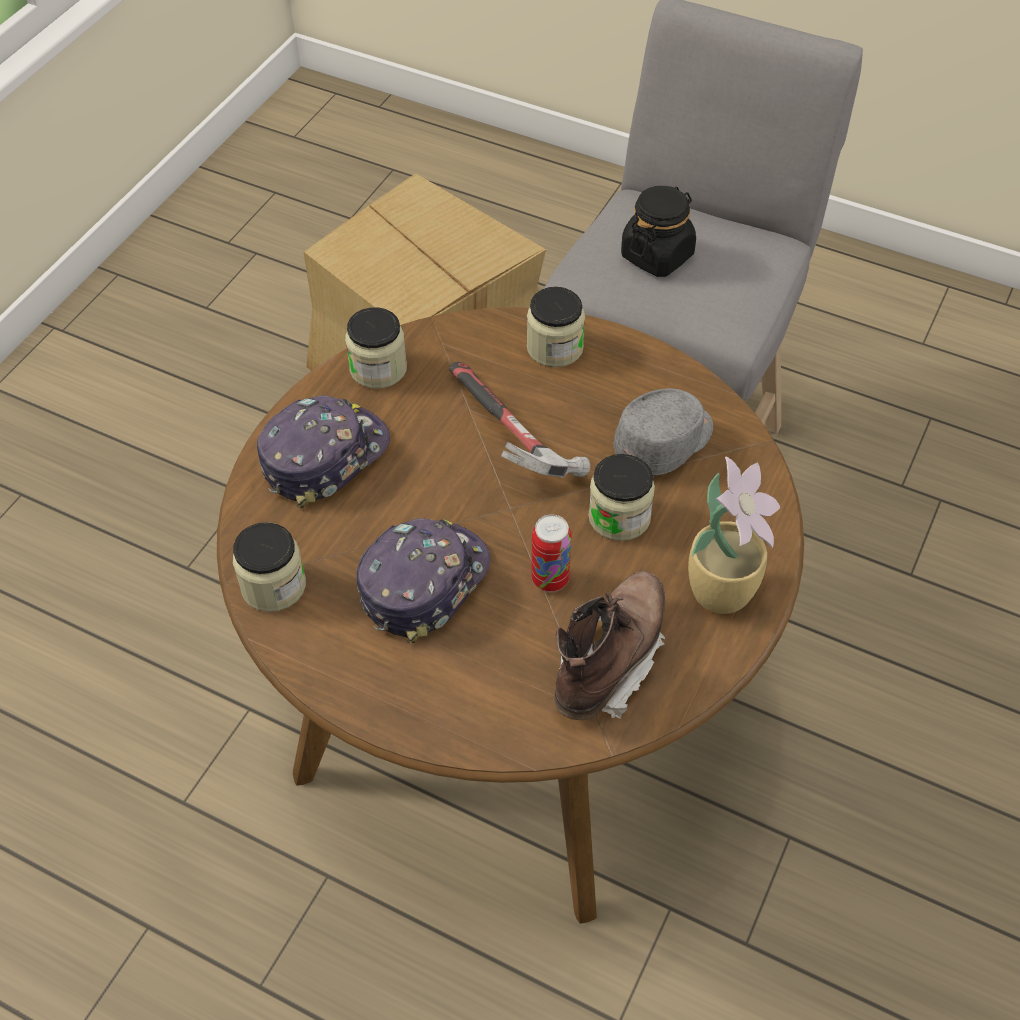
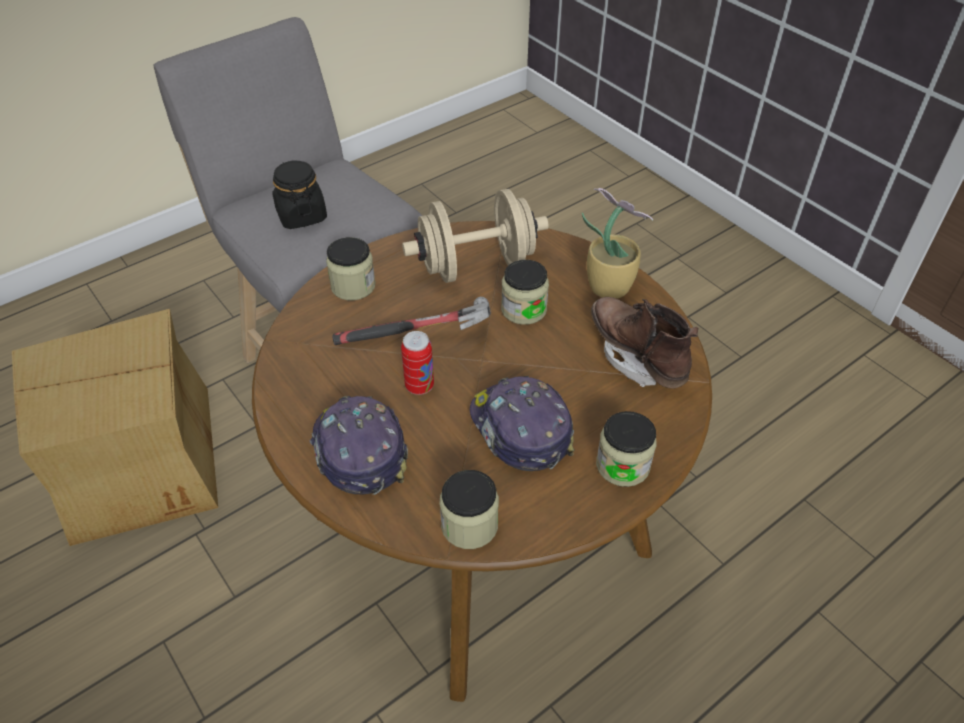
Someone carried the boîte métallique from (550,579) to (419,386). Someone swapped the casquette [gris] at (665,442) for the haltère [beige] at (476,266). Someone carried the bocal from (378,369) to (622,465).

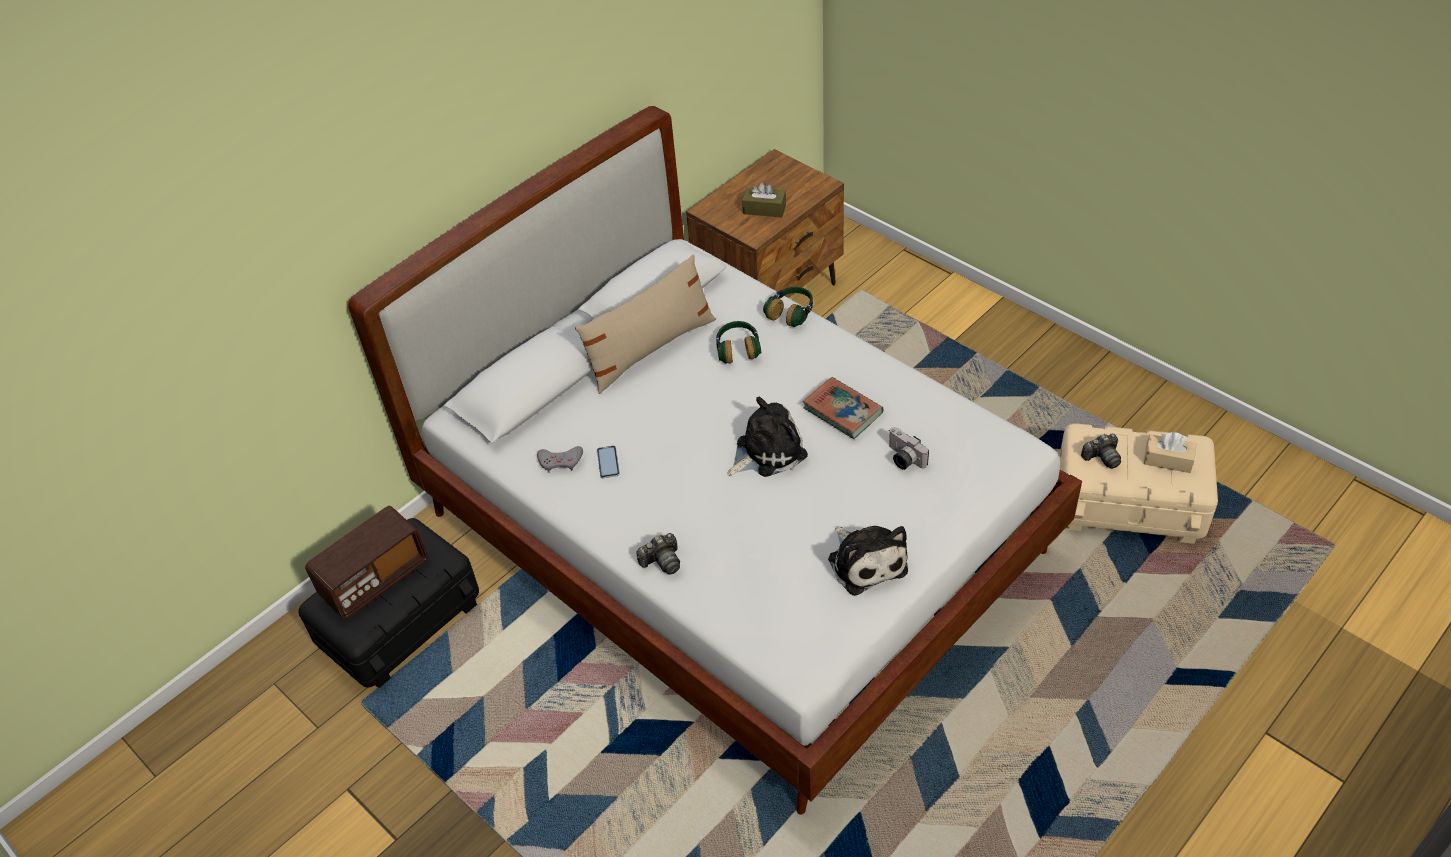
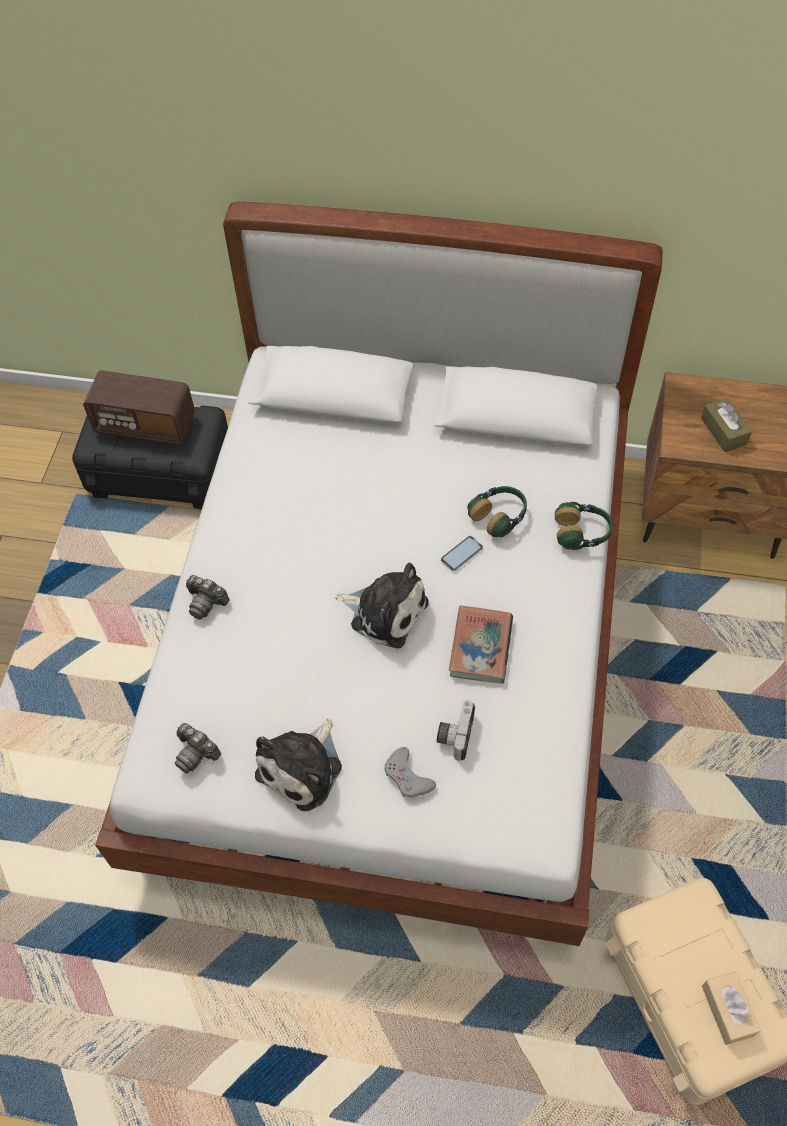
Someone carried the appareil photo from (1102,457) to (196,753). Someone carried the manette [gris] from (560,461) to (408,777). Someone carried the téléphone from (608,462) to (461,554). Someone took away the coussin [beige] at (650,349).

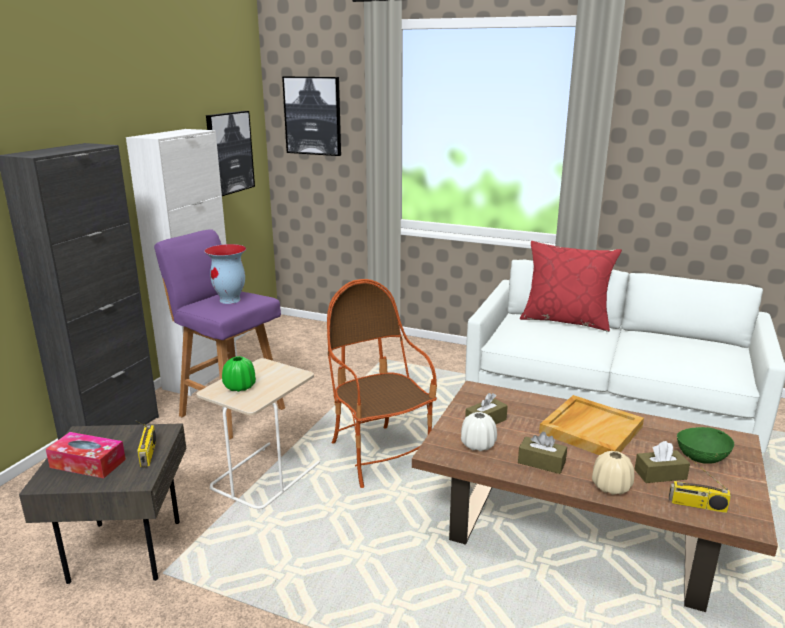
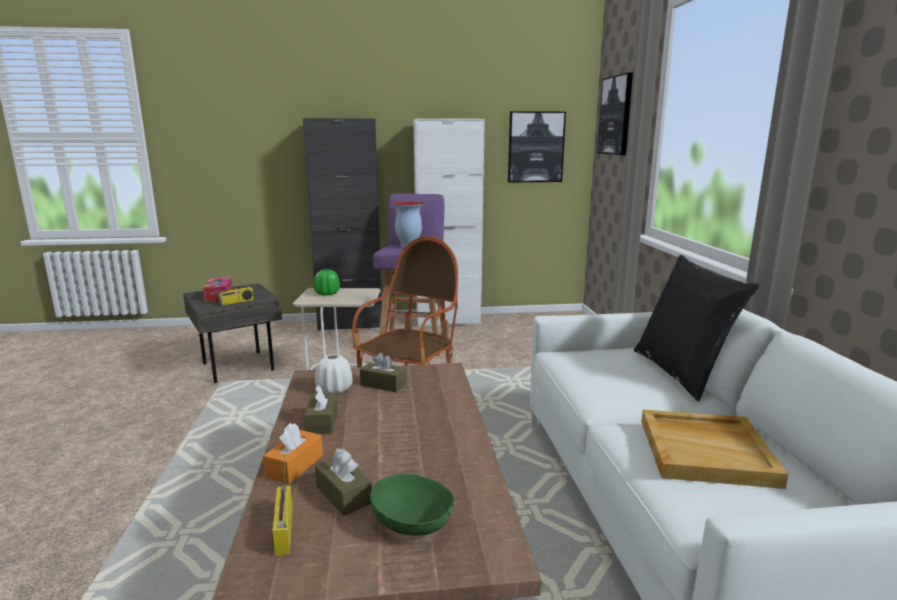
Someone swapped the vase [beige] at (611,487) for the boîte à mouchoirs [orange] at (295,466). Someone repainted the coussin [rouge] at (565,320), which became the coussin [noir] at (681,372). Someone carried the plateau [beige] from (590,429) to (706,451).

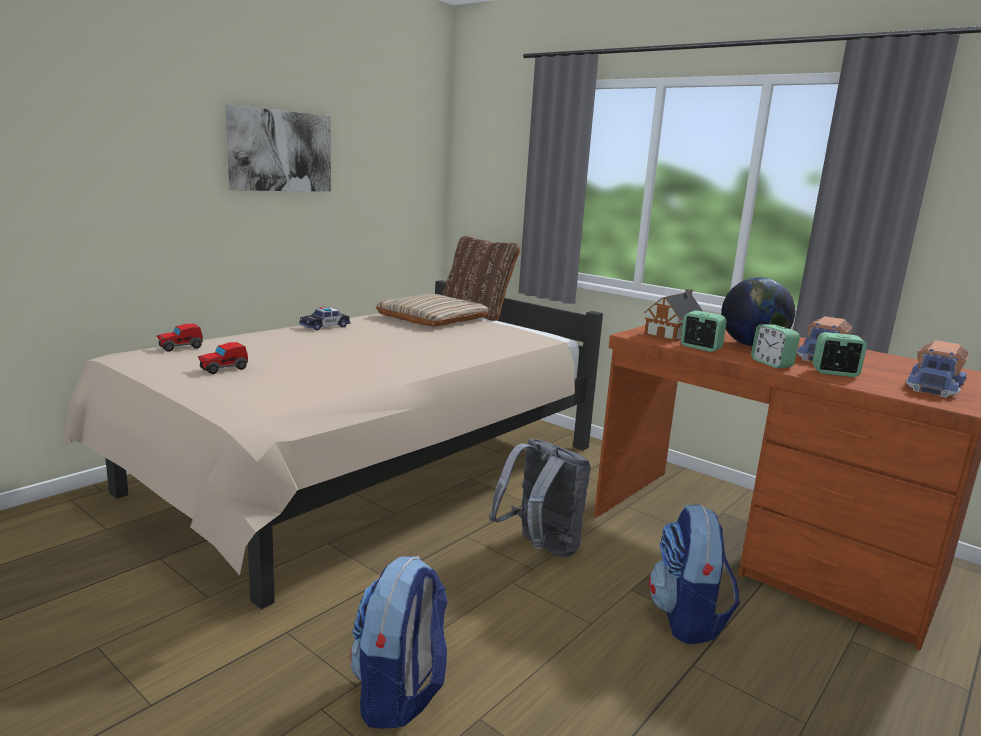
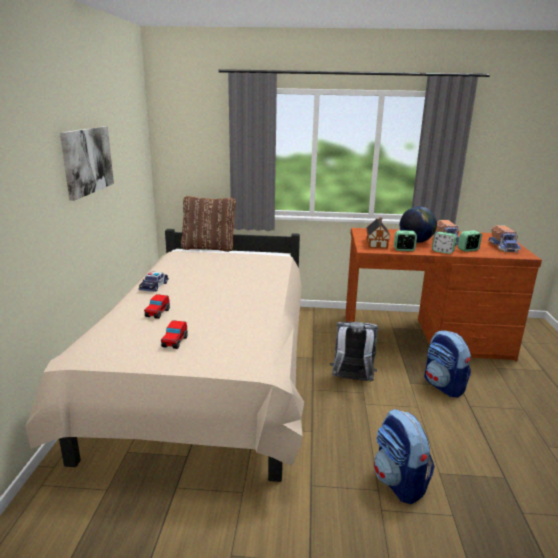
Someone carried the petite voiture from (180,347) to (157,313). Someone took away the coussin [beige] at (432,318).

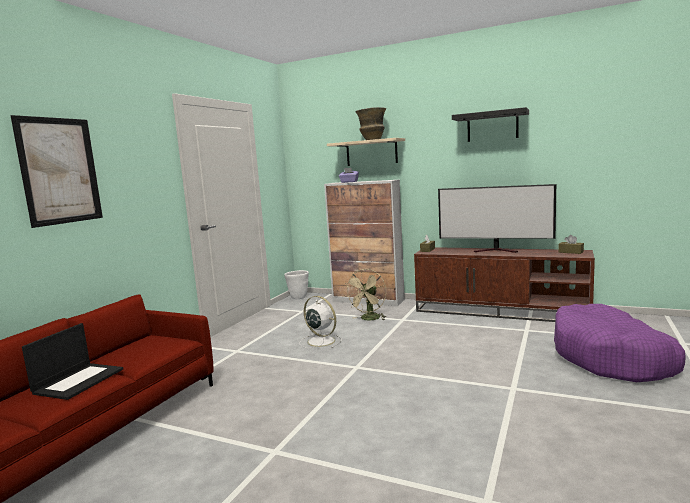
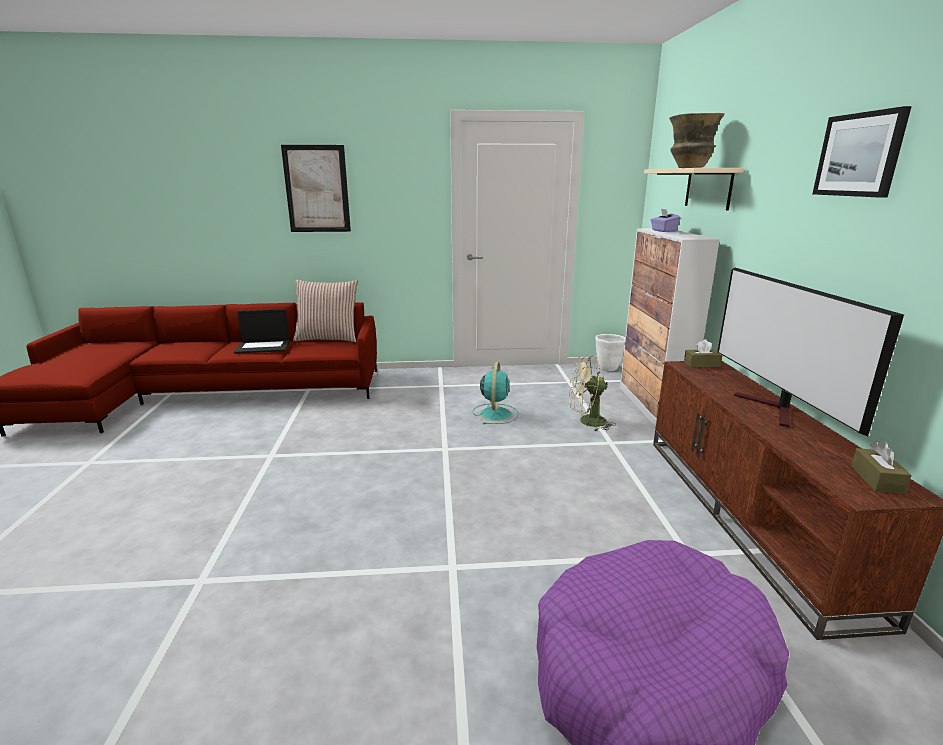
Someone put down the coussin at (328,338). Someone repainted the ventilateur [blanc] at (320,341), which became the ventilateur [turquoise] at (495,413). Someone swapped the étagère [noir] at (492,126) for the tableau at (859,155).

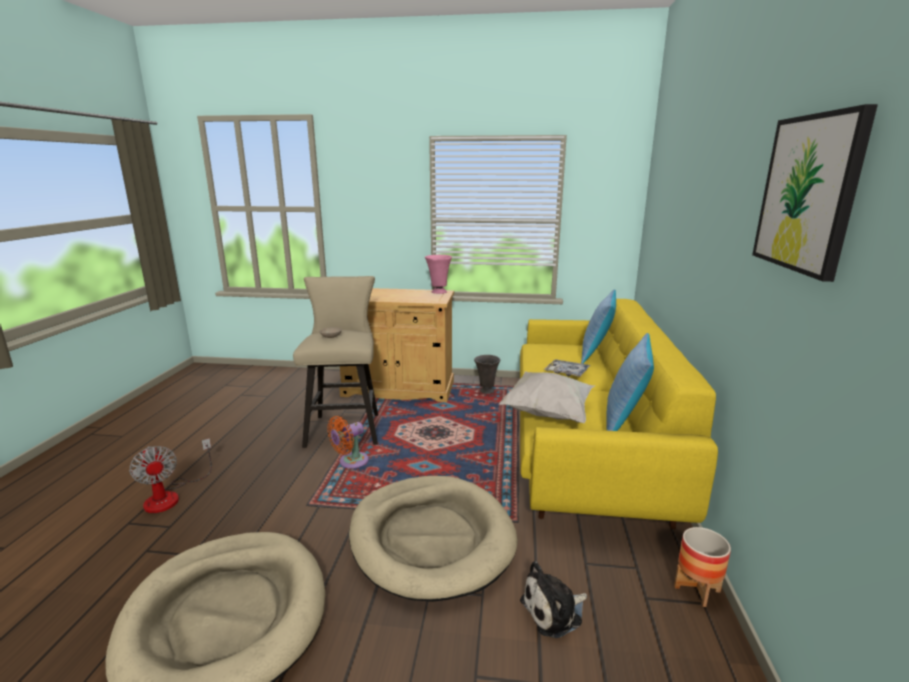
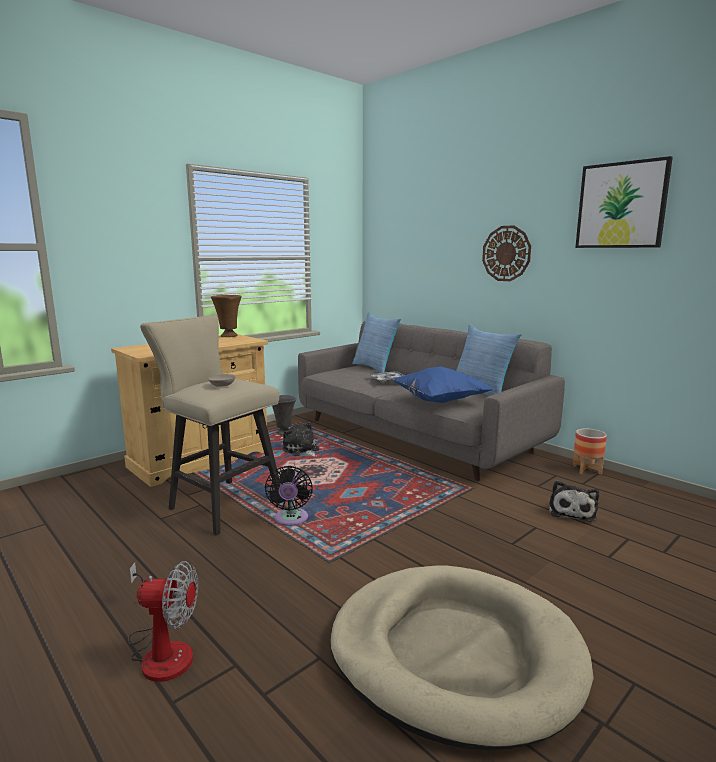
Someone repainted the vase [rose] at (438,292), which became the vase [marron] at (228,336). Someone repainted the ventilateur [orange] at (350,462), which became the ventilateur [noir] at (290,520). Someone put down the peluche at (301,450). Someone repainted the canapé [jaune] at (585,442), which became the canapé [gris] at (414,435). Someone repainted the coussin [blanc] at (547,413), which became the coussin [bleu] at (438,402). Someone put up the horloge murale at (506,253). Someone took away the panier pour chien [beige] at (431,538).

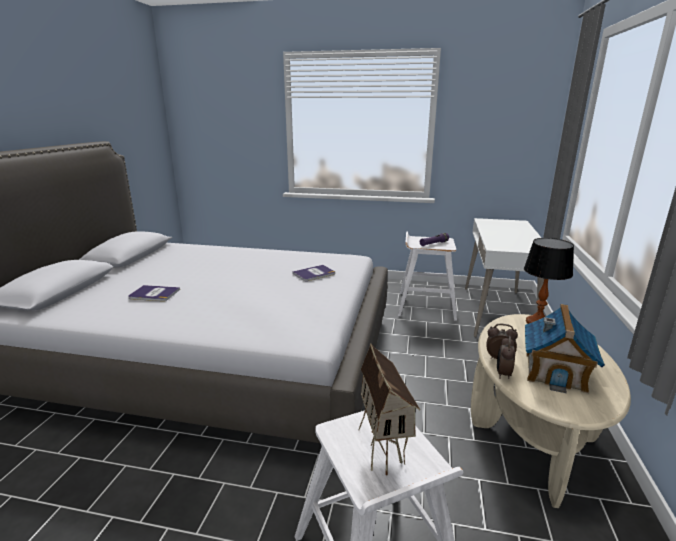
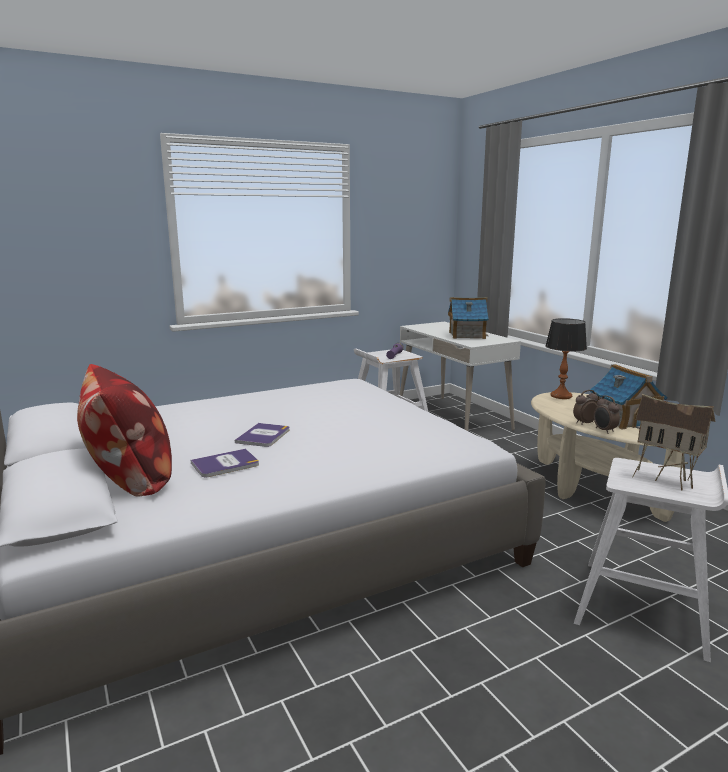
Someone put down the coussin at (130,478). Someone carried the livre from (314,273) to (263,436). Someone put down the maison miniature at (466,335).

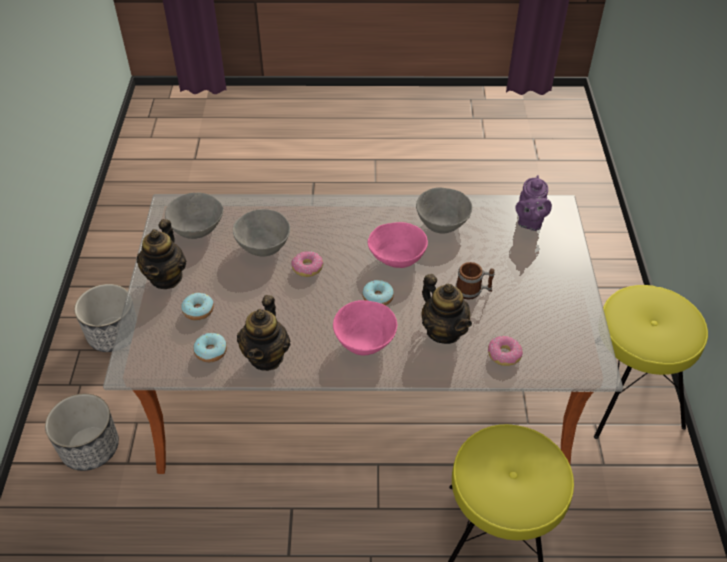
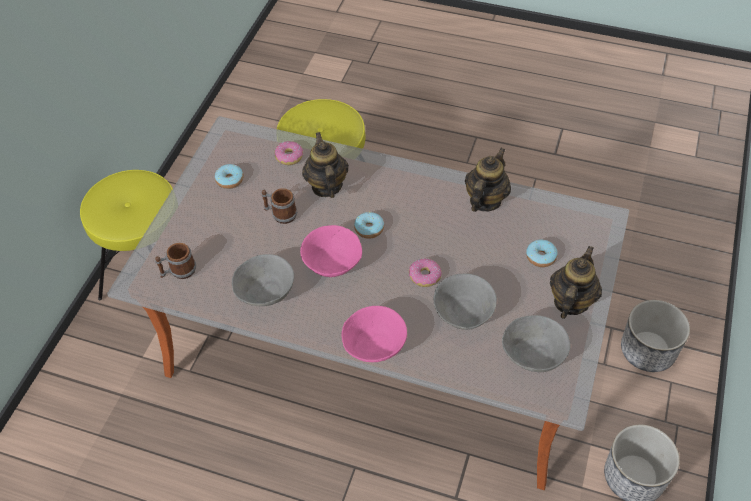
Someone swapped the théière [violet] at (529,222) for the mug at (178,271). Someone carried the beignet from (211,351) to (229,180). Someone carried the bol [rose] from (365,342) to (375,346).

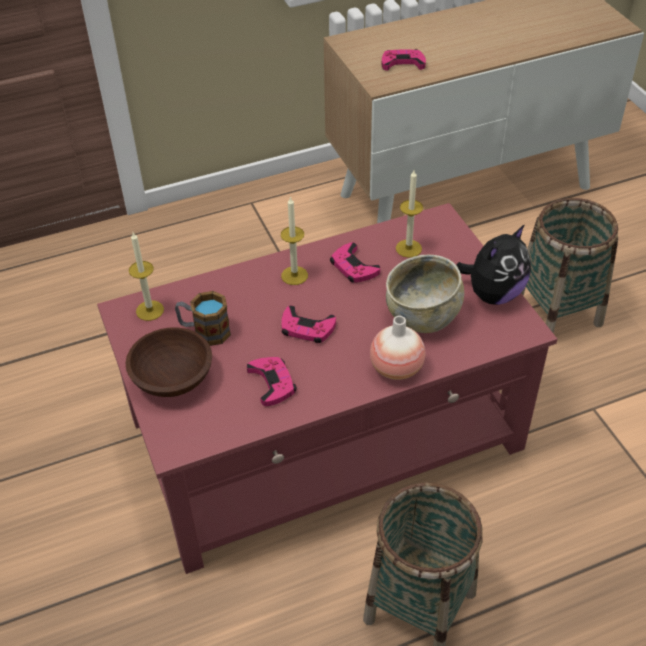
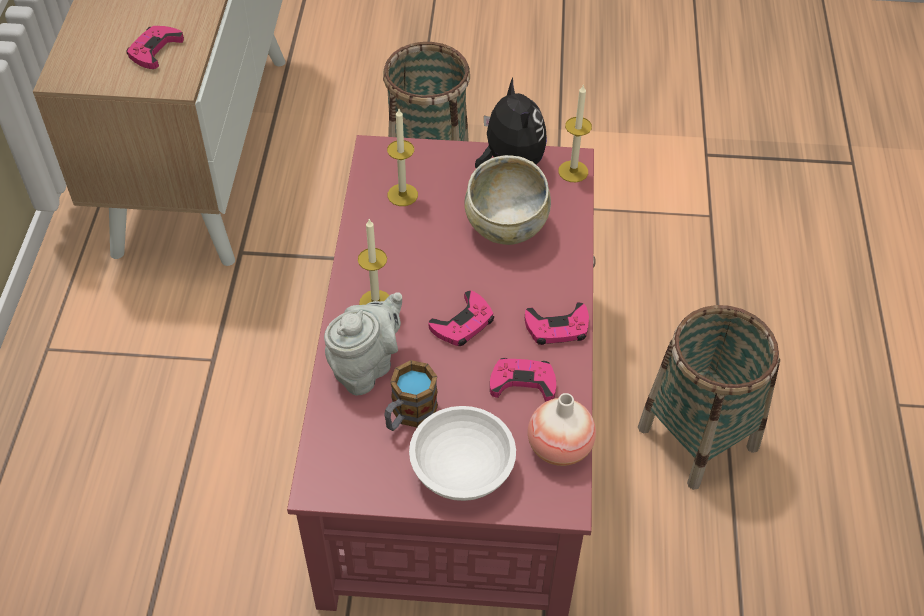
Someone put down the théière [gris] at (366,367). Someone repainted the bol [marron] at (173,377), which became the bol [blanc] at (460,469). Someone carried the manette [rose] from (353,267) to (557,328). Someone carried the vase from (396,368) to (559,447). Someone carried the bougie from (150,310) to (573,171).

